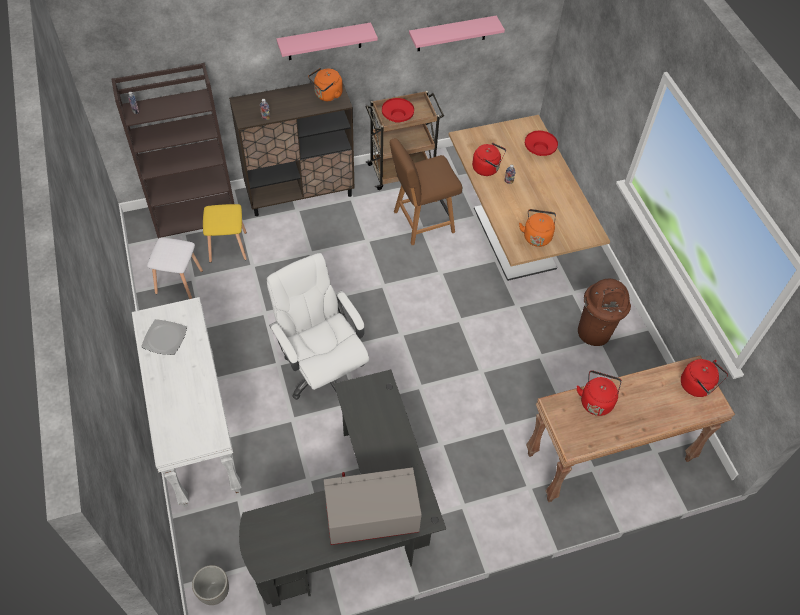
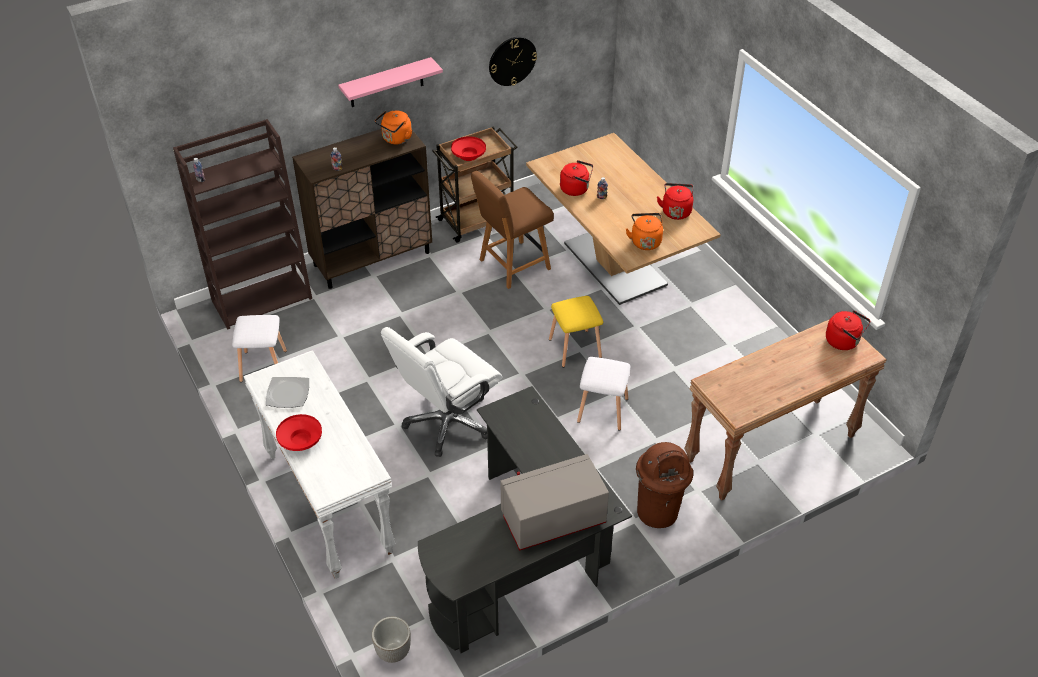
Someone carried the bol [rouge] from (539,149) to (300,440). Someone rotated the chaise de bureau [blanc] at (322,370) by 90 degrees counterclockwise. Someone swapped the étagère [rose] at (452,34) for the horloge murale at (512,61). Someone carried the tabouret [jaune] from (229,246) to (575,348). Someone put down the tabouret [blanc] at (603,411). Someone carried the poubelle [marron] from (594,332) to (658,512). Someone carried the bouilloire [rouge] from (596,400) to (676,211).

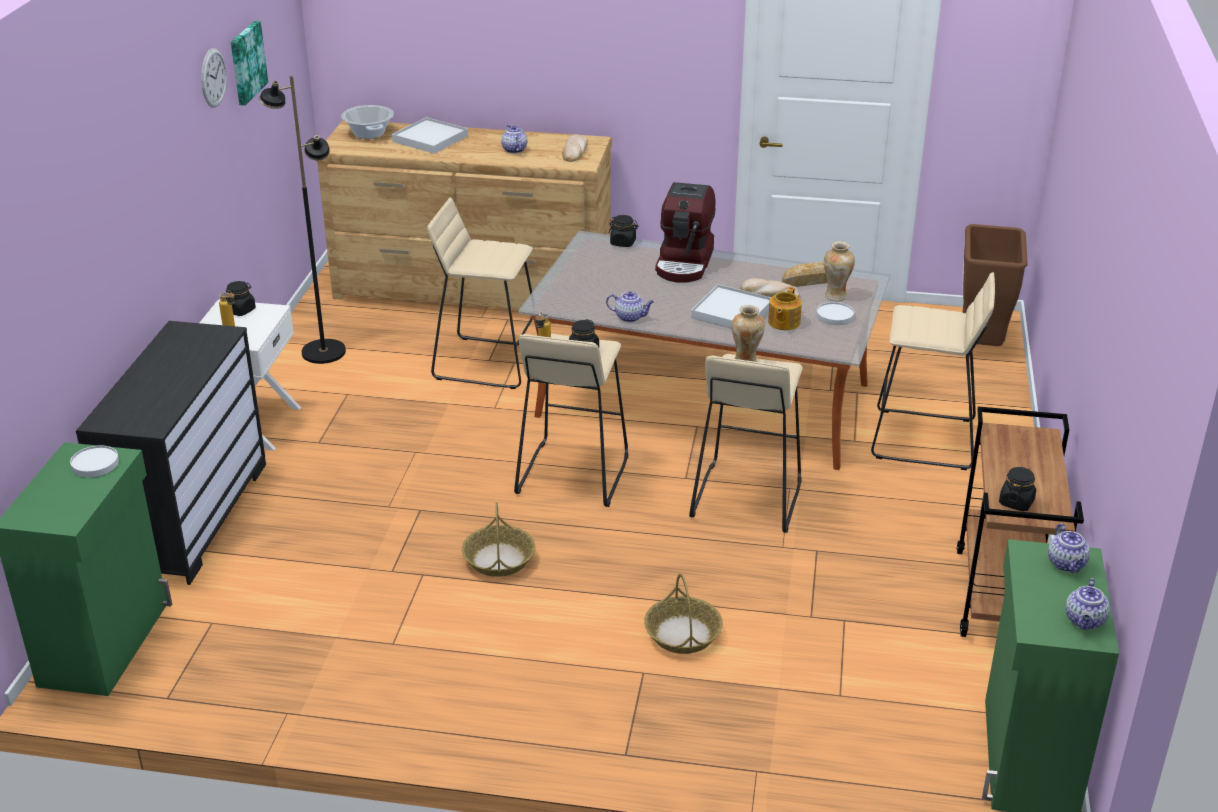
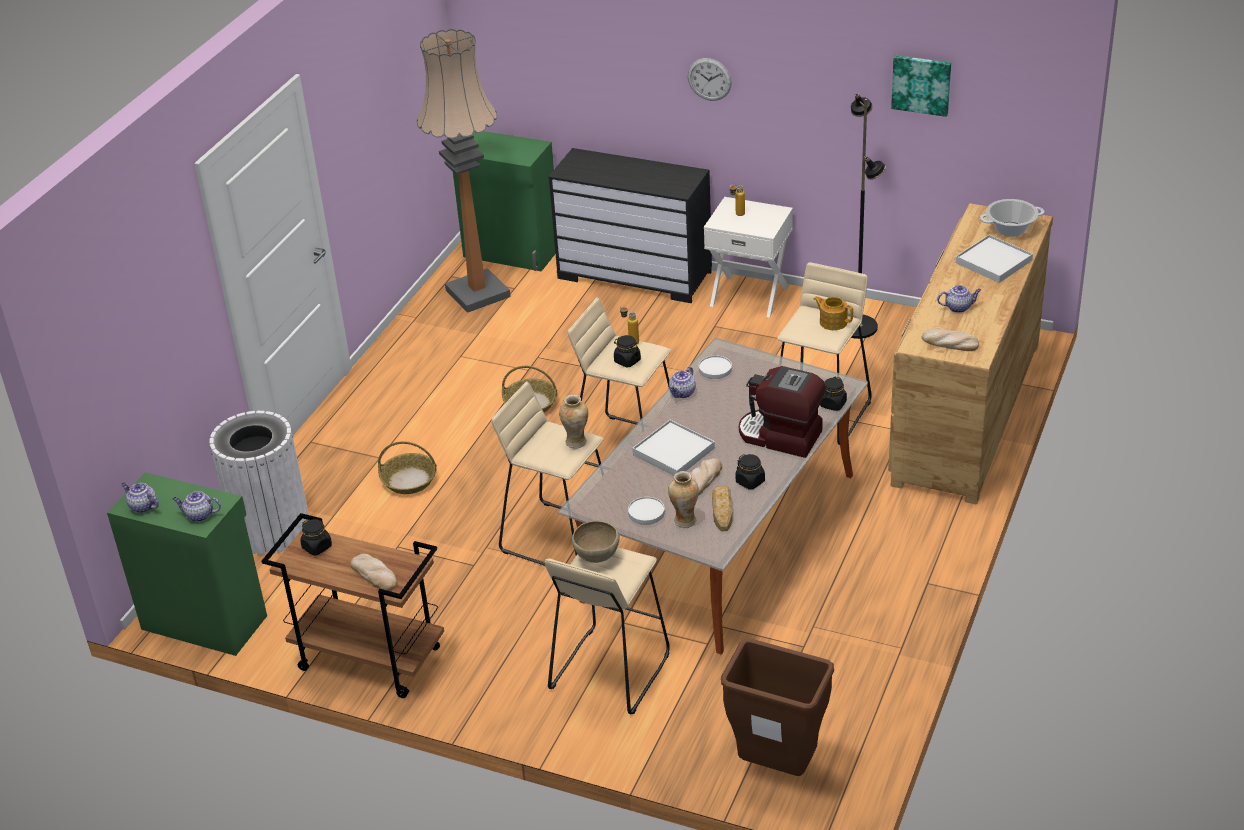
Someone put down the poubelle [blanc] at (271,528). Someone put down the pain at (375,574). Someone put down the lampadaire at (478,293). Someone put down the bol [marron] at (596,557). Someone carried the horloge murale from (213,77) to (709,79). Someone carried the assiette [blanc] from (95,464) to (715,369). Someone carried the bocal [noir] from (240,310) to (750,482). Someone carried the théière from (783,322) to (833,322).

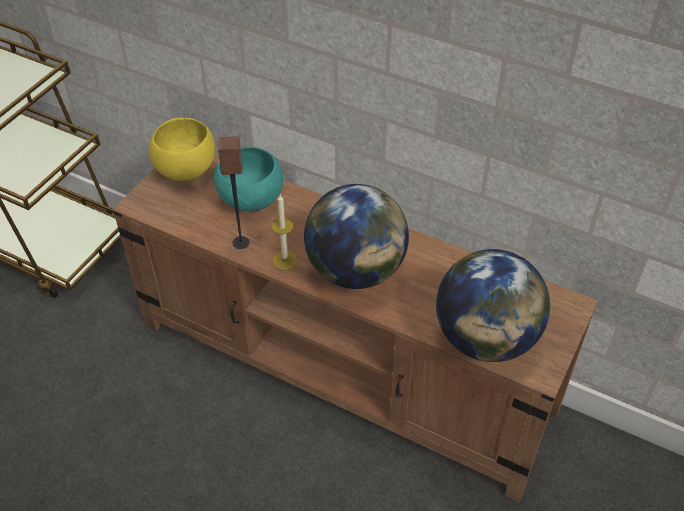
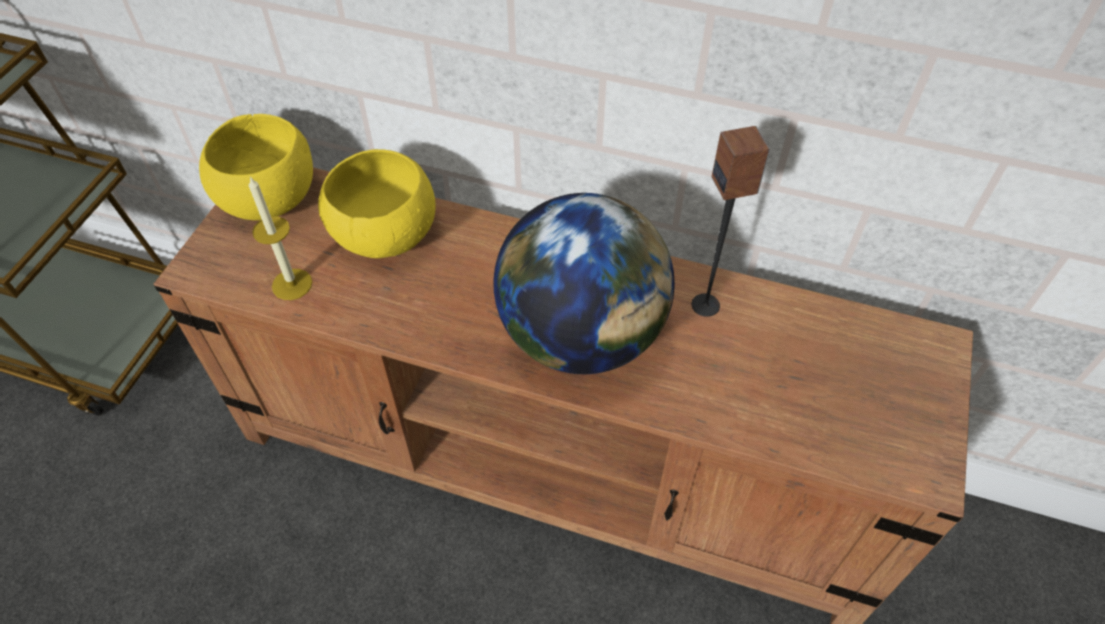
Someone carried the bougie from (285,260) to (292,284). Someone repainted the bol [turquoise] at (252,200), which became the bol [jaune] at (387,236). Someone carried the enceinte from (241,242) to (706,305). Someone took away the globe at (485,339).

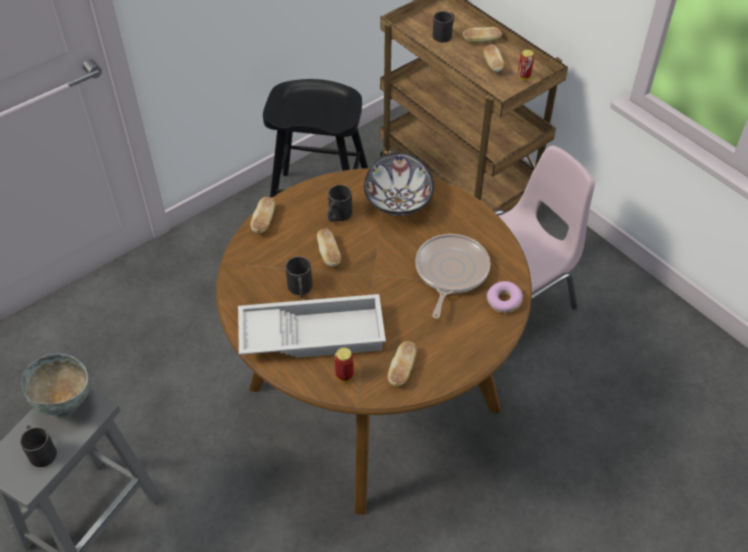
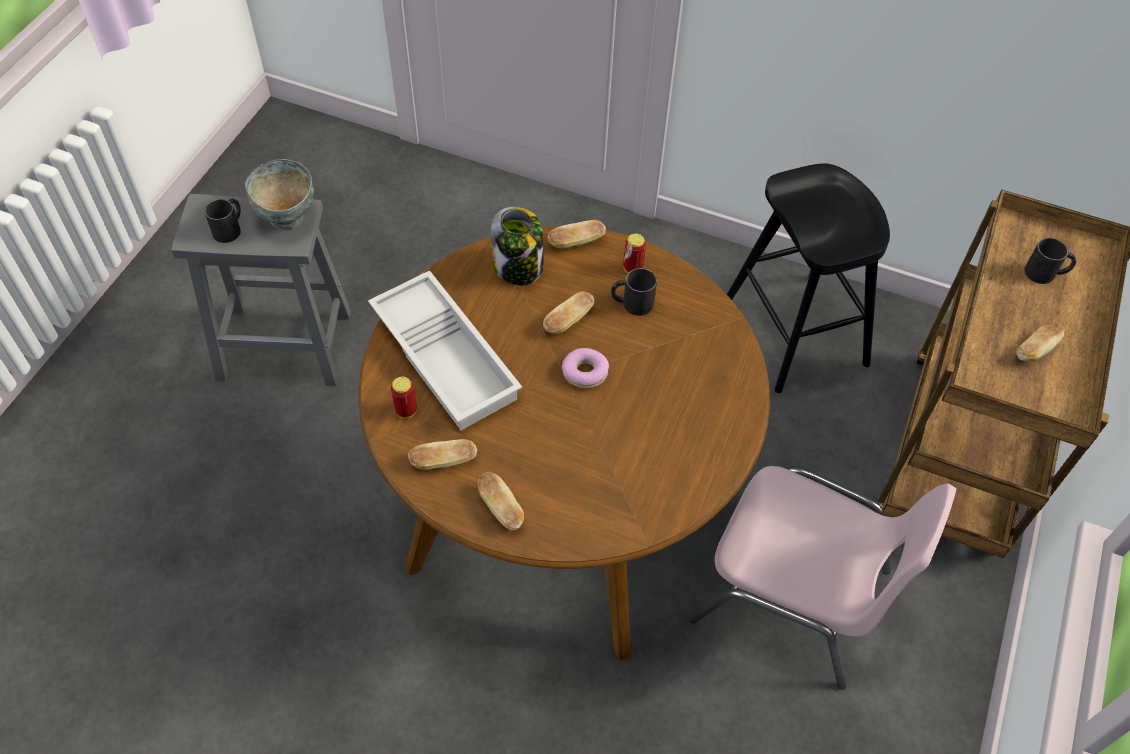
Someone carried the pain from (481,41) to (501,508). Someone put down the bocal at (519,267). Someone carried the beignet from (503,301) to (585,372). Someone carried the boîte métallique from (524,77) to (632,268). Someone took away the mug [noir] at (300,289). Someone took away the bol at (397,201). Someone took away the poêle at (450,272).

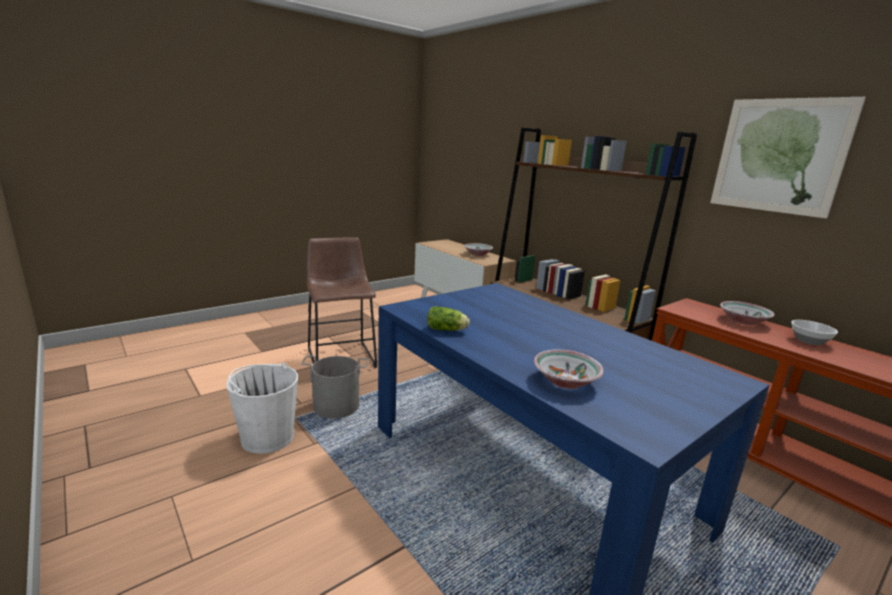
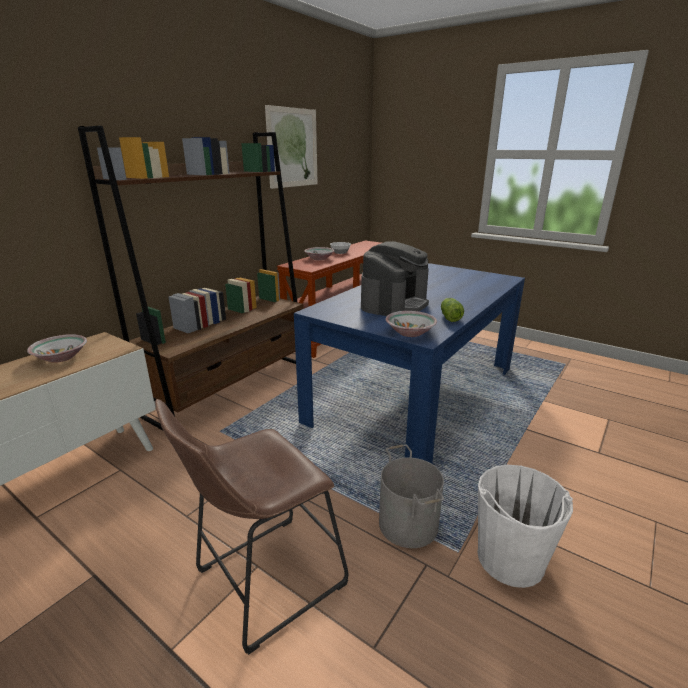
Someone put down the machine à café at (394,304). Someone carried the bol from (565,381) to (410,333).

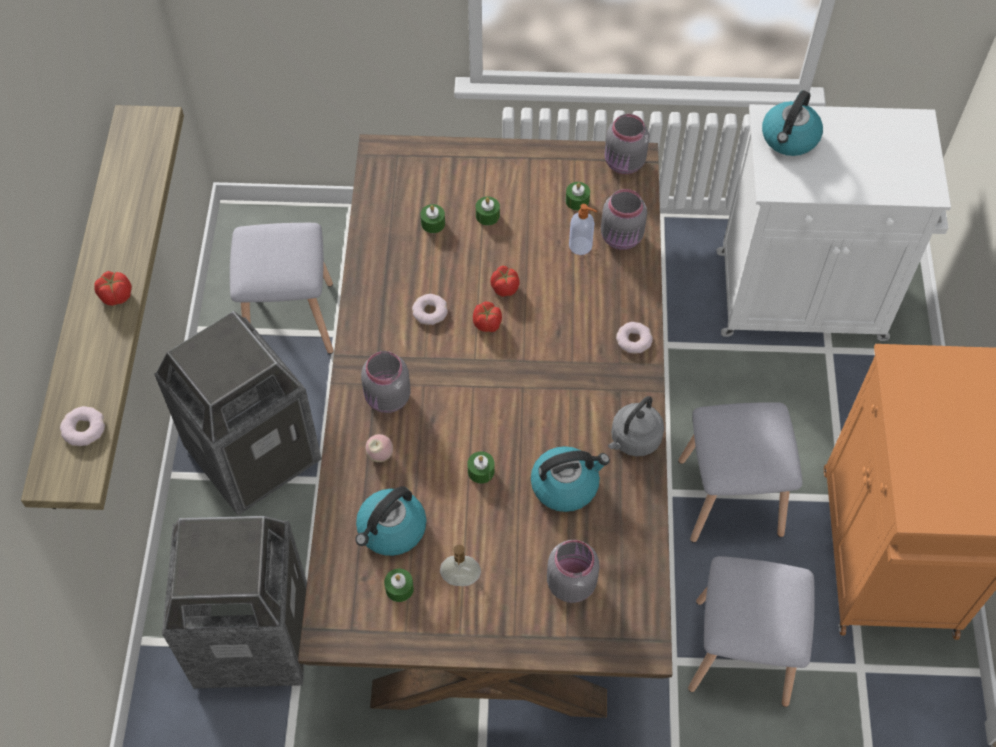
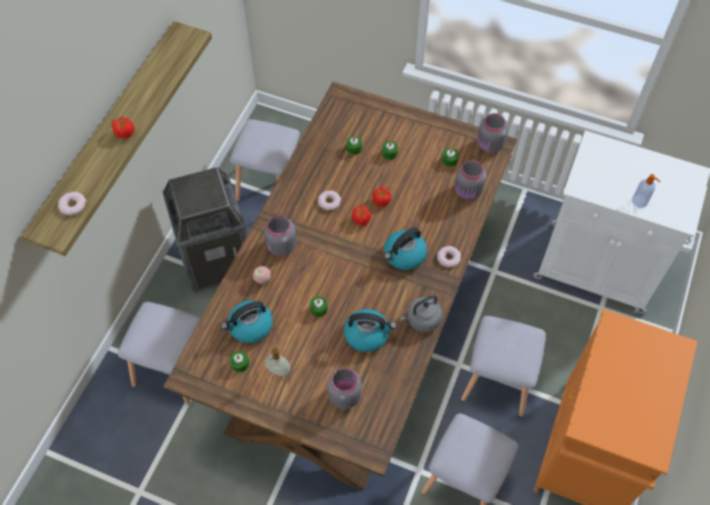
Someone swapped the poubelle at (252,635) for the tabouret [gris] at (172,366). Someone carried the bouilloire from (789,138) to (404,255). Someone carried the distributeur de savon from (581,246) to (640,202).

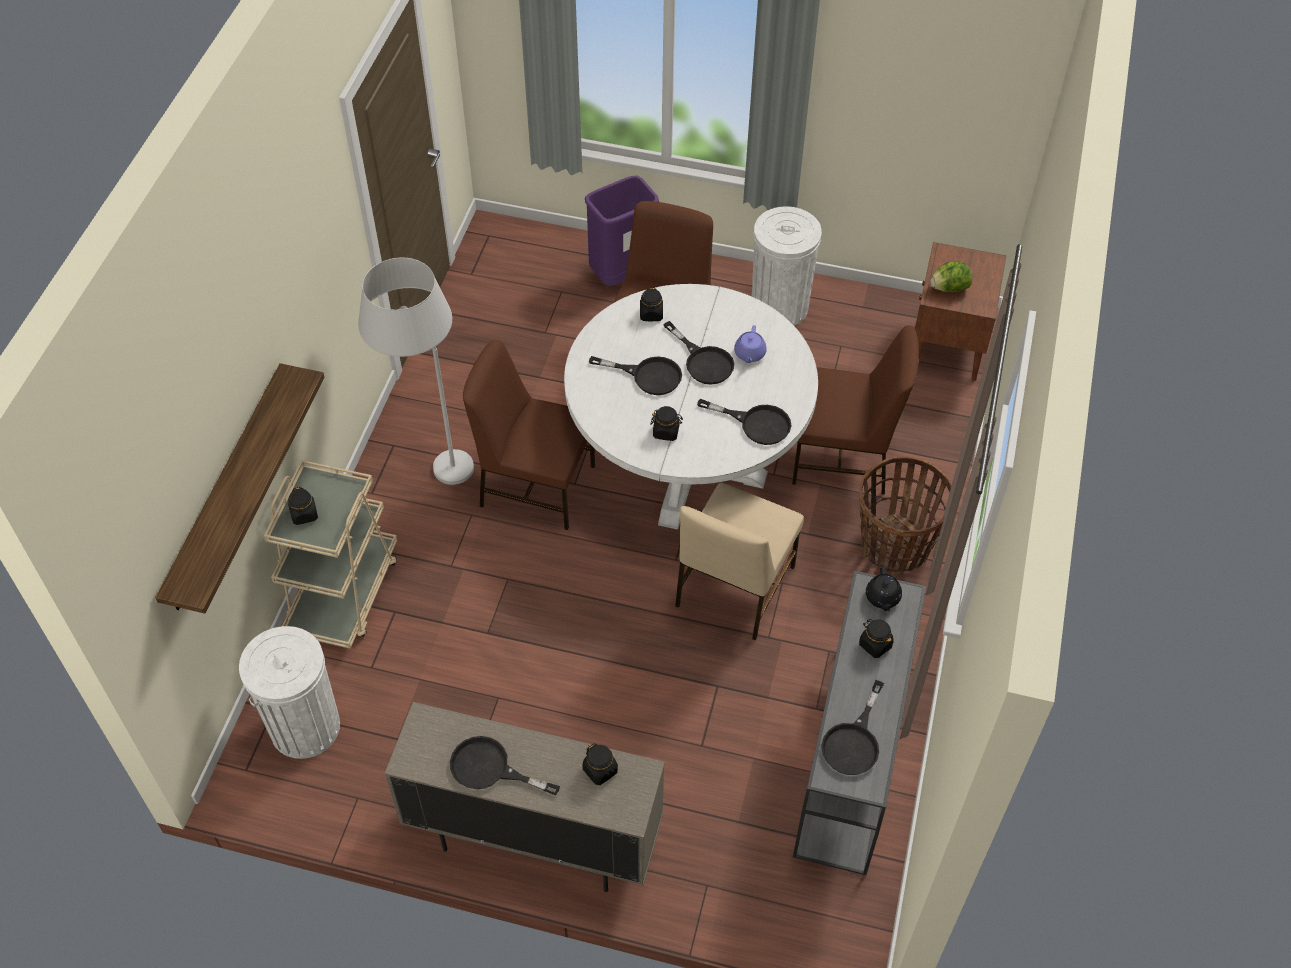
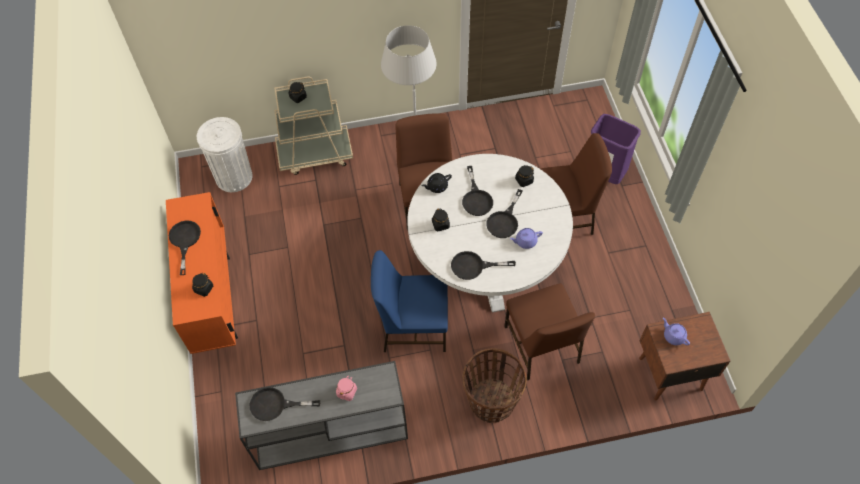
Someone repainted the meuble de rangement [beige] at (534,839), which became the meuble de rangement [orange] at (214,300). Someone repainted the bocal [noir] at (875,645), which became the bocal [rose] at (347,392). Someone repainted the chaise [beige] at (733,587), which became the chaise [bleu] at (413,326). Someone carried the théière [noir] from (882,597) to (437,186). Someone rotated the poêle [noir] at (756,423) by 90 degrees clockwise. Someone swapped the laitue at (949,288) for the théière [violet] at (673,336). Someone took away the étagère at (226,489). Someone took away the poubelle [blanc] at (779,307).

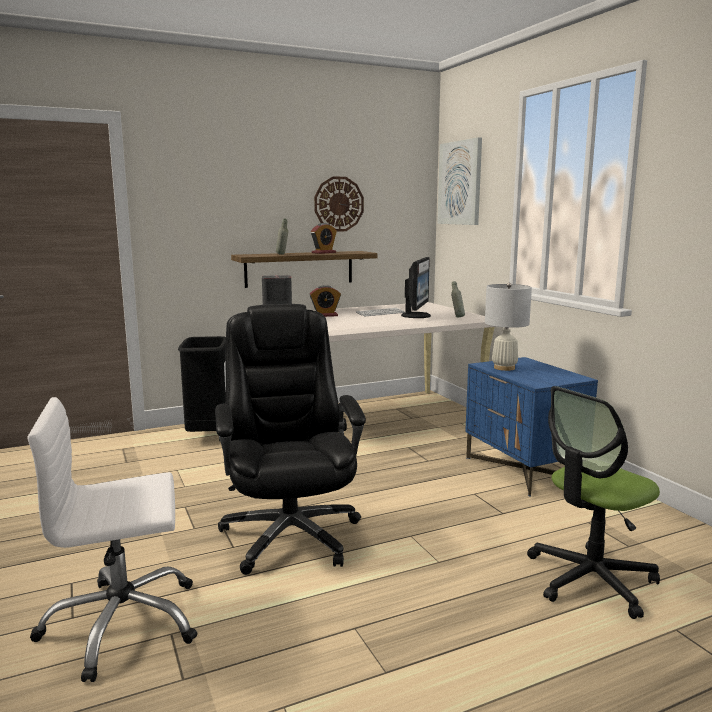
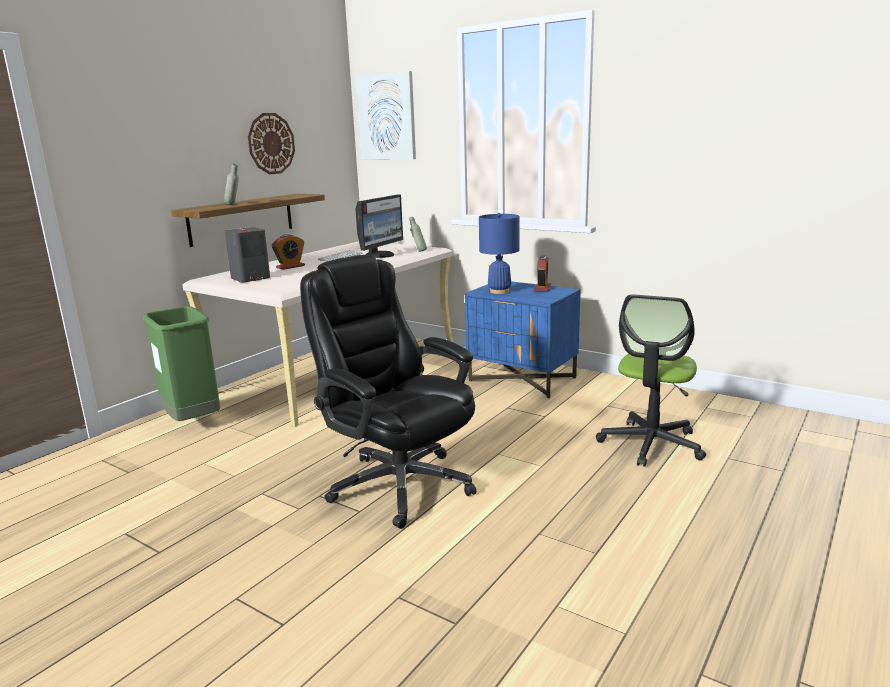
Someone repainted the poubelle [noir] at (209,436), which became the poubelle [vert] at (193,421). Someone rotated the écran d'ordinateur at (417,316) by 45 degrees clockwise. Someone repainted the lampe de table [blanc] at (504,368), which became the lampe de table [bleu] at (499,291). Someone carried the réveil from (324,252) to (542,288). Someone took away the chaise de bureau [blanc] at (122,624).

